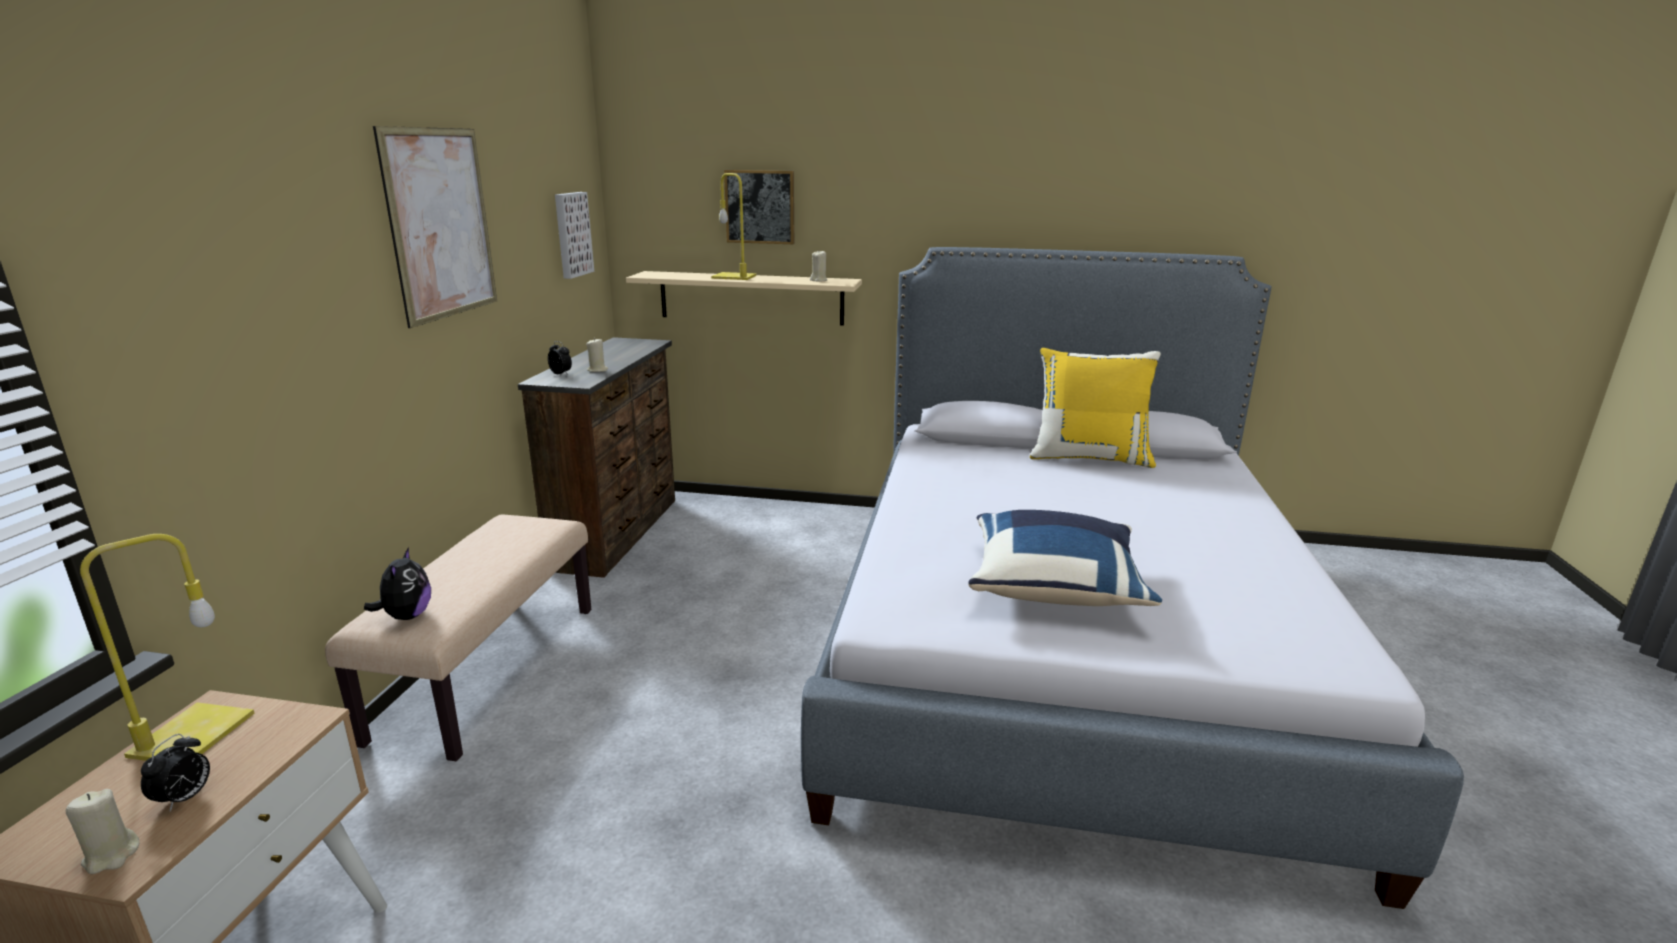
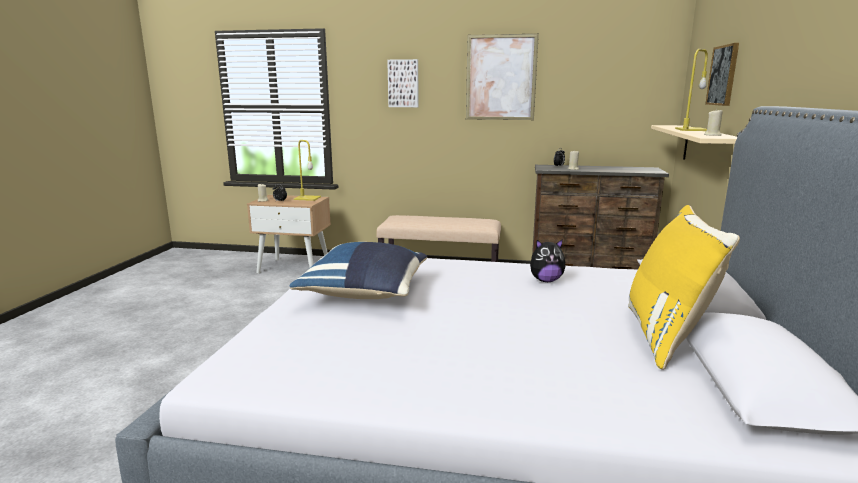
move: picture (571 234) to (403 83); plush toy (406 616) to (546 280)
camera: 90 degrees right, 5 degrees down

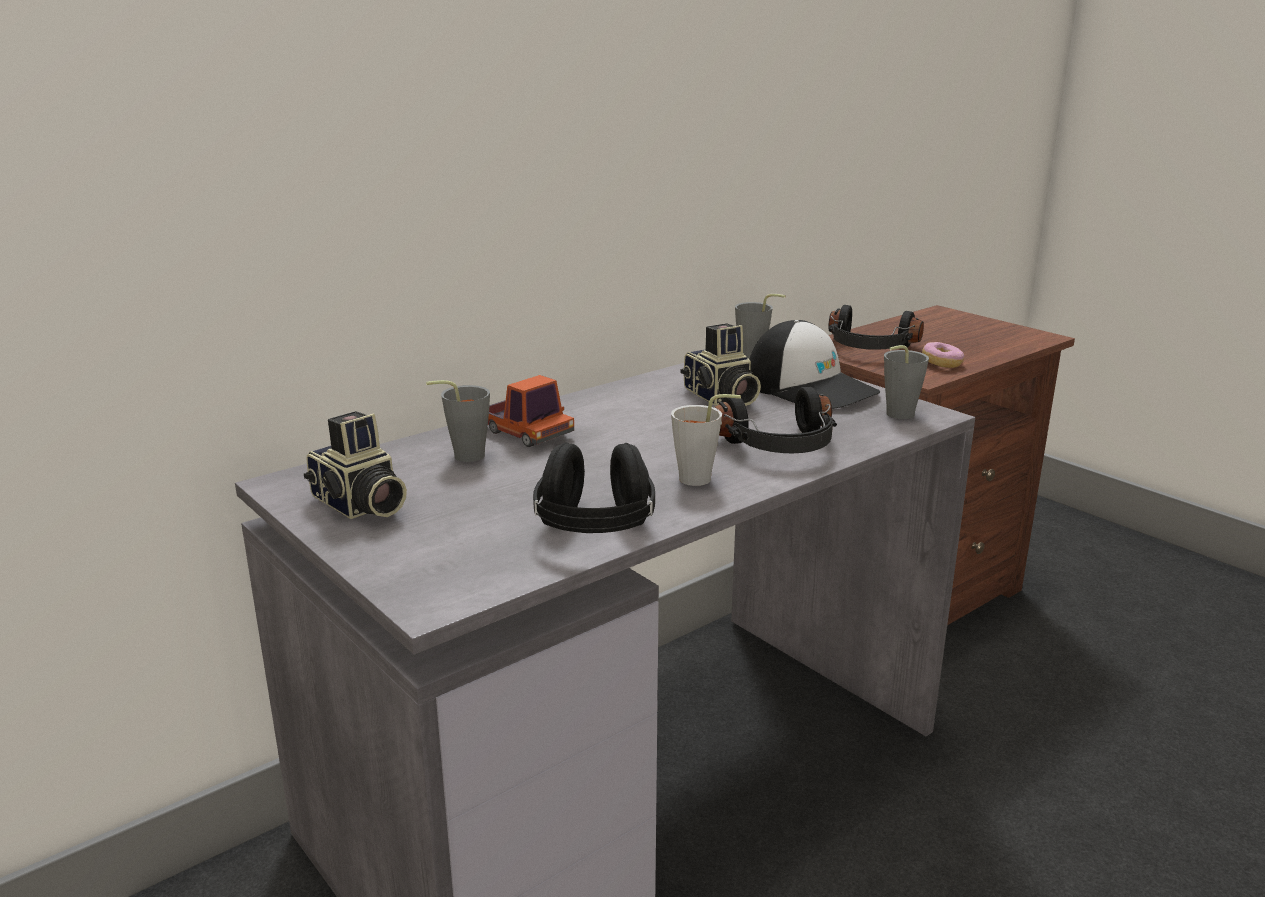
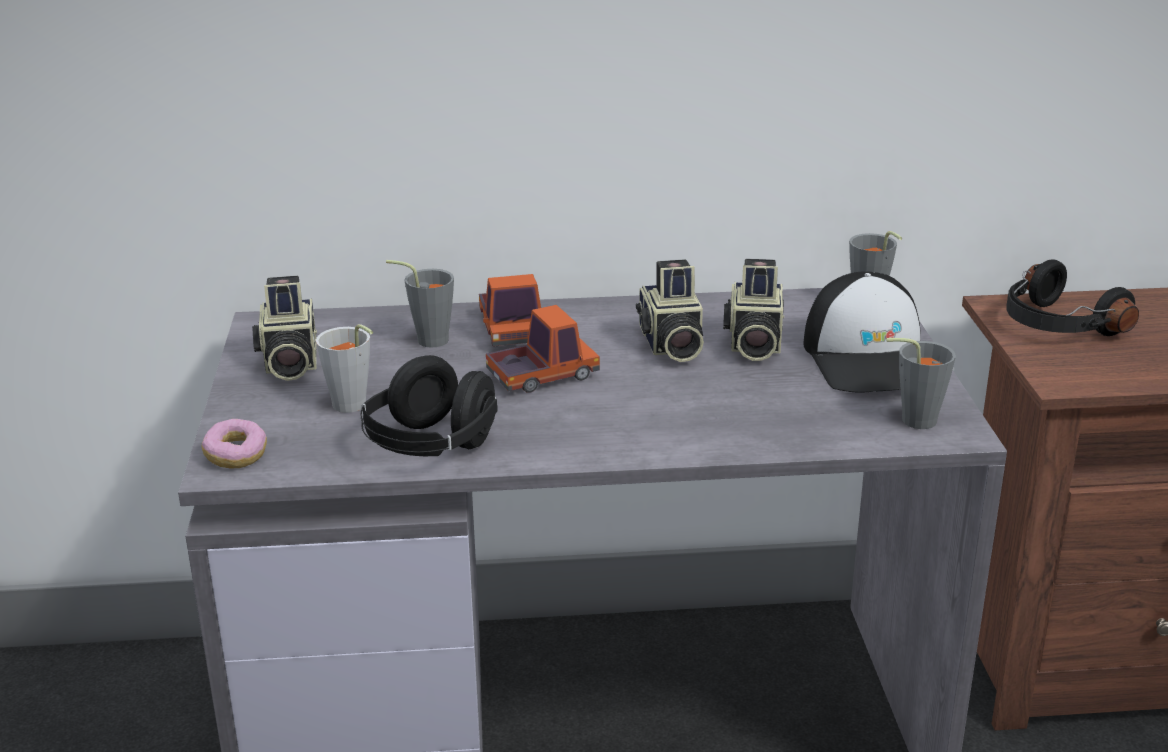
delete: black headphones (780 447)
insert: photo camera (670 345); toy truck (543 376)
move: donut (942 364) to (236 456); grey cup (702 480) to (353 407)
camera: 35 degrees right, 5 degrees up

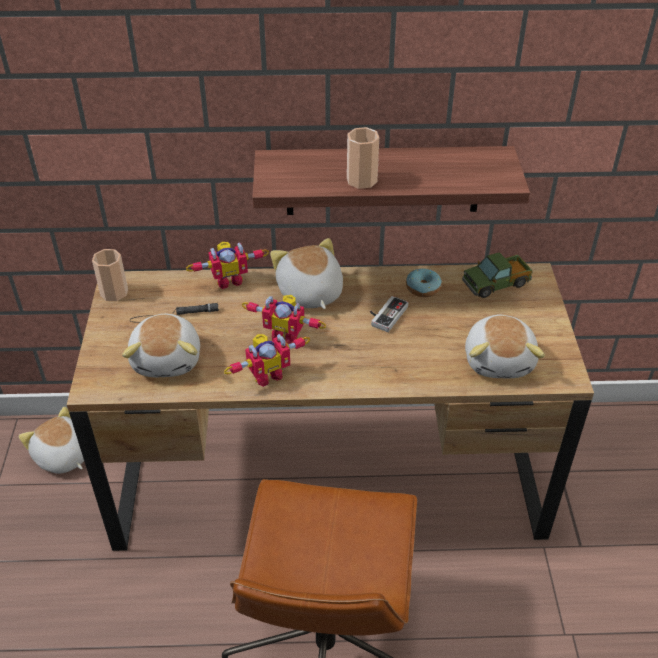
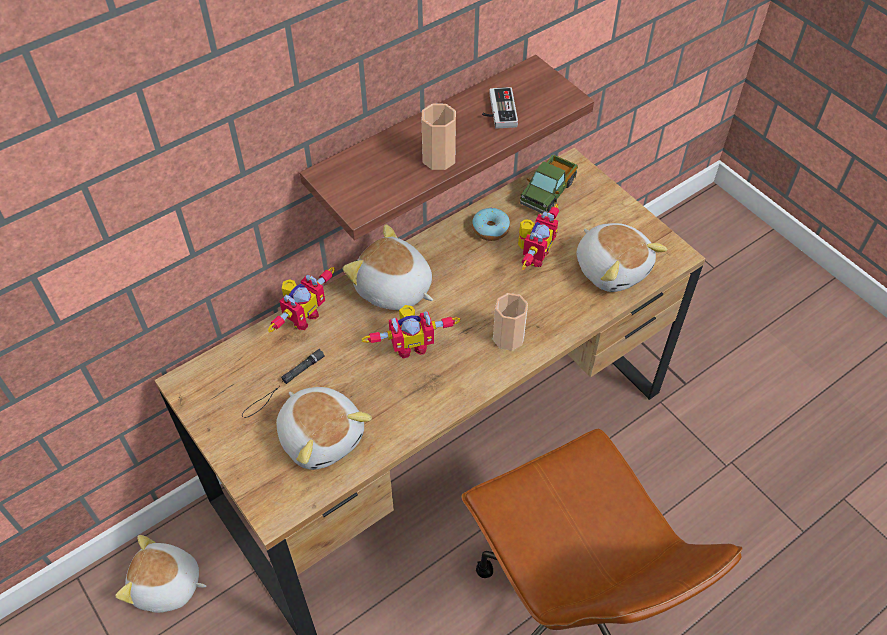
move: cup (114 293) to (508 337); game controller (385 314) to (497 111); toy robot (267 374) to (533 255)
camera: 35 degrees left, 10 degrees up

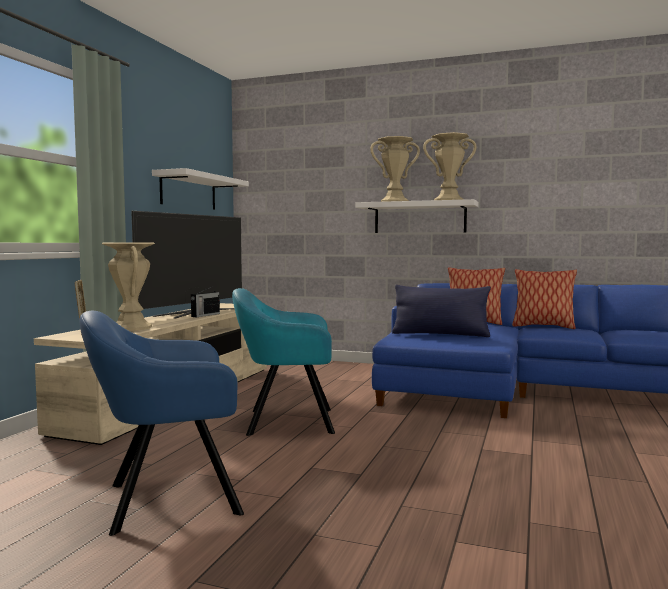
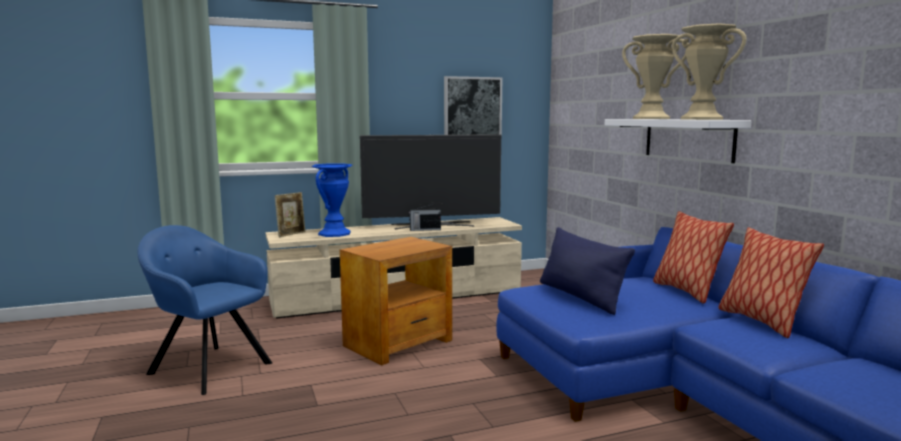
replace: white shelf (188 191) to picture (472 108); turquoise armchair (286 421) to brown side table (399 343)
recolor: beige vase (131 328) to blue vase (334 233)
camera: 50 degrees right, 5 degrees up

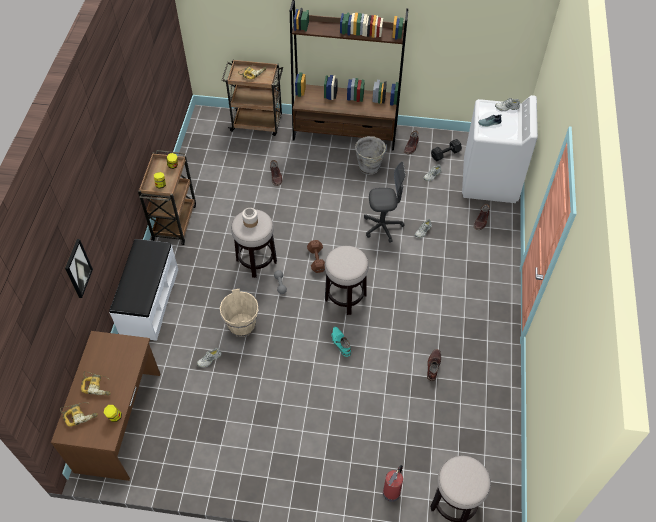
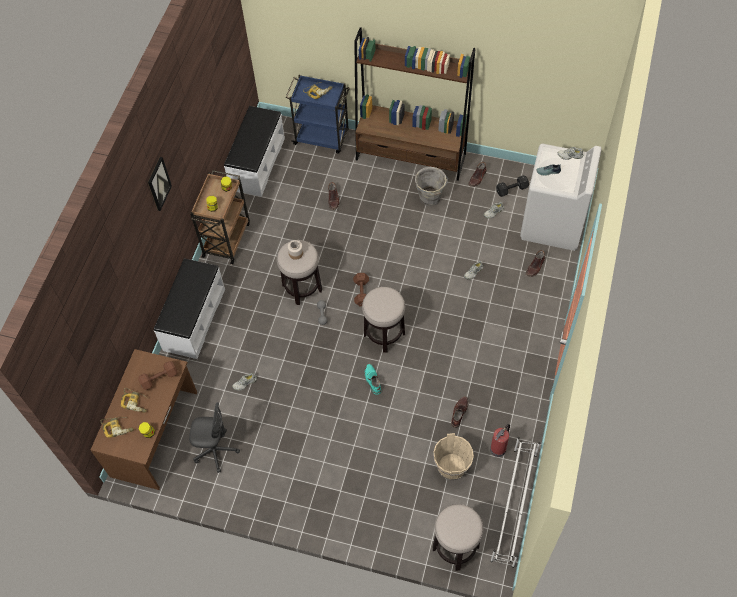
insert: white bench (257 164); brown dumbbell (158 378); white shoe rack (513 507)
move: grey office chair (382 226) to (216 450); picture (77 268) to (158 183); beige bucket (242 325) to (452 467); fire extinguisher (392 492) to (498 448)
recolor: brown cart (257 123) to blue cart (322 137)
camera: 10 degrees right, 5 degrees up

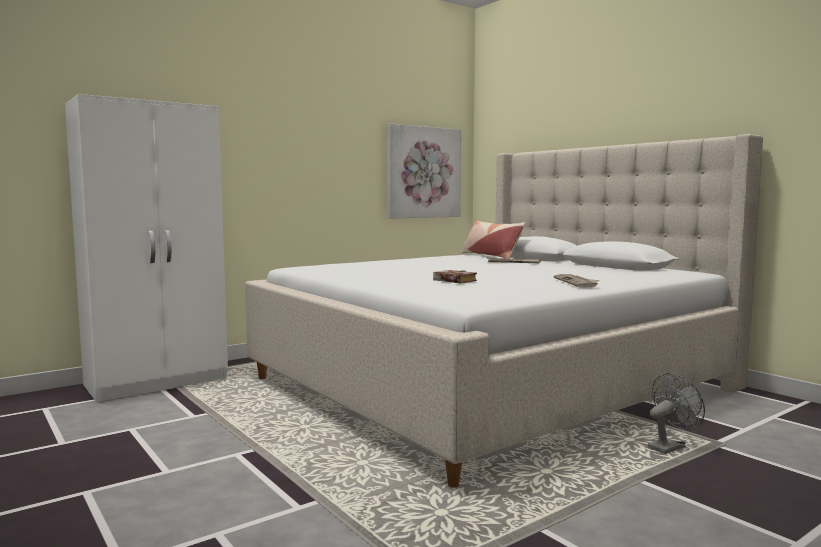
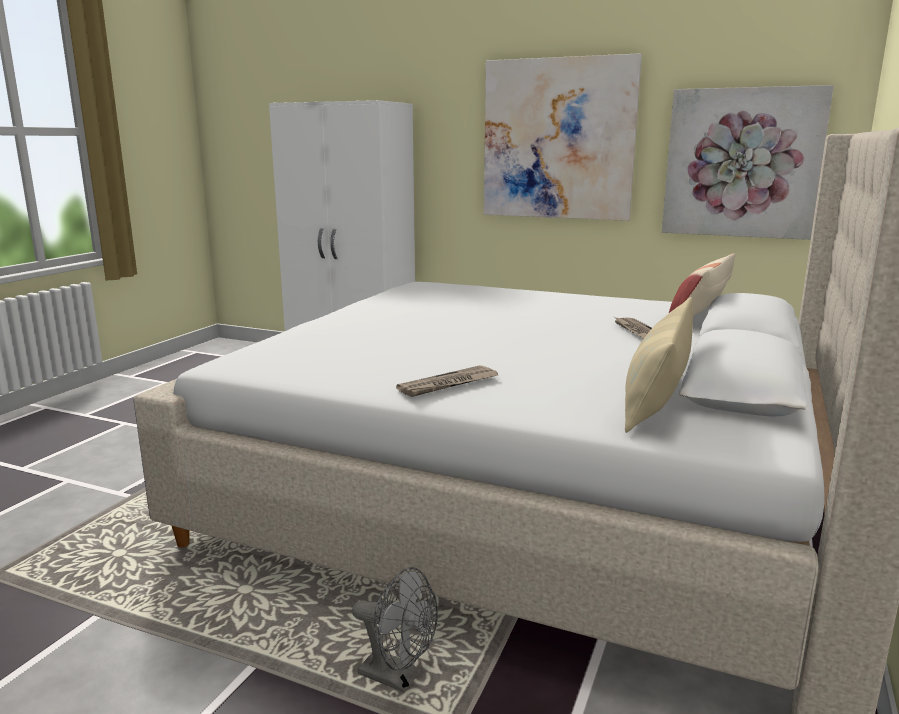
delete: book (452 281)
insert: picture (558 139); beige pillow (655 400)
camera: 60 degrees right, 10 degrees up

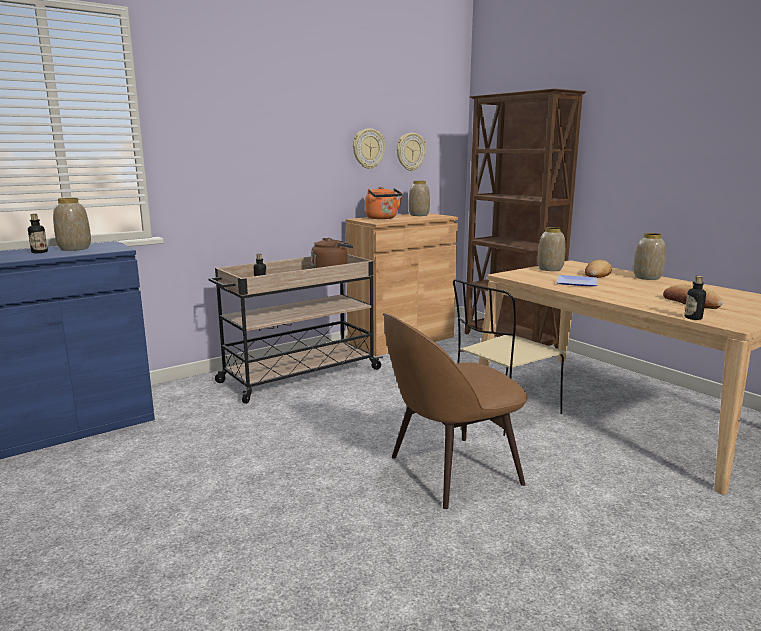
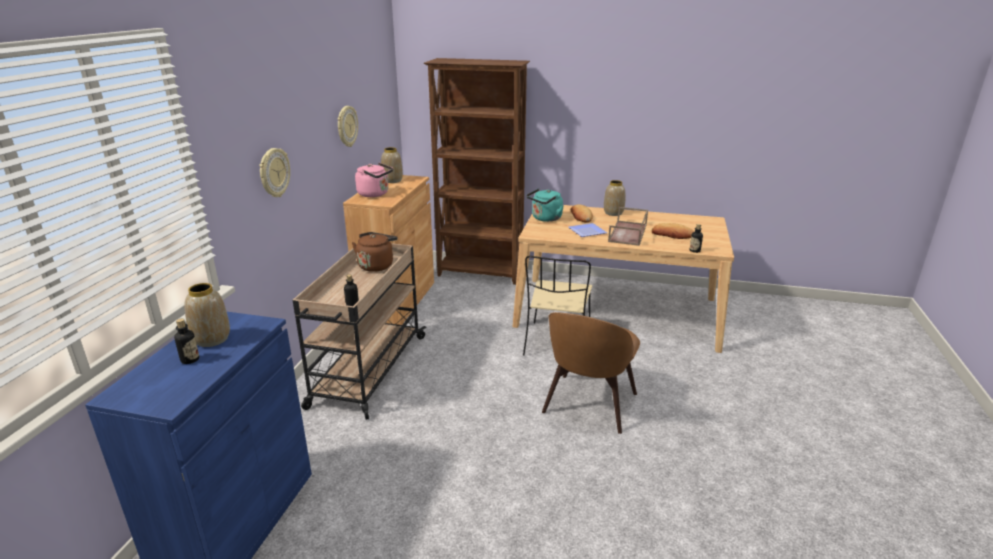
insert: brown tray (628 233)
move: wall clock (410 152) to (274 173)
replace: vase (549 269) to turquoise kettle (545 219)
recolor: orange kettle (382 218) to pink kettle (375 194)
camera: 40 degrees left, 10 degrees up

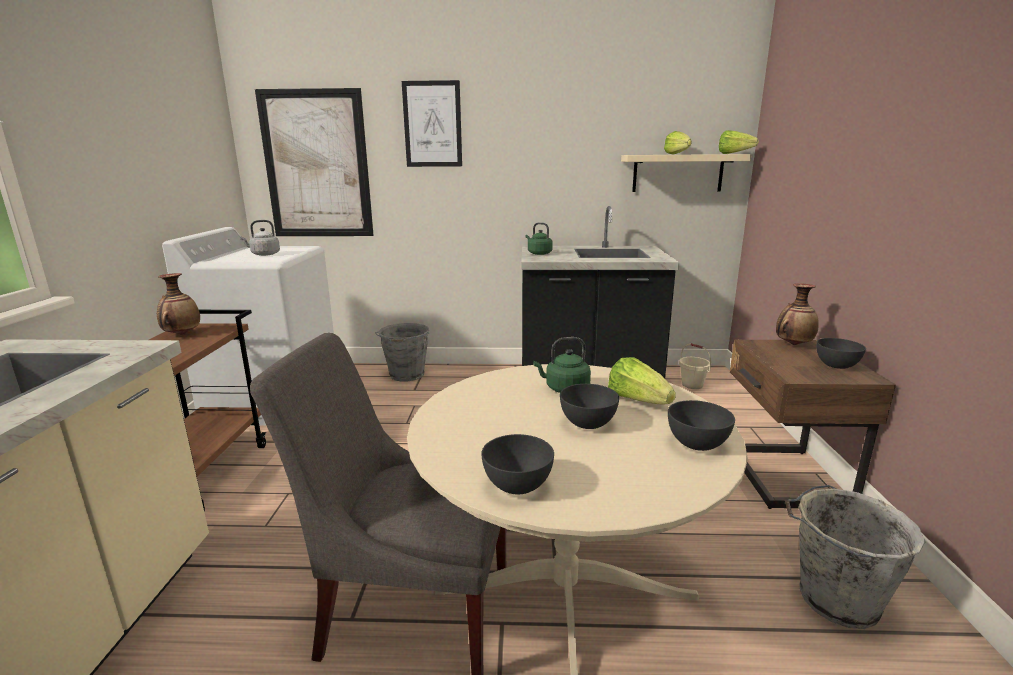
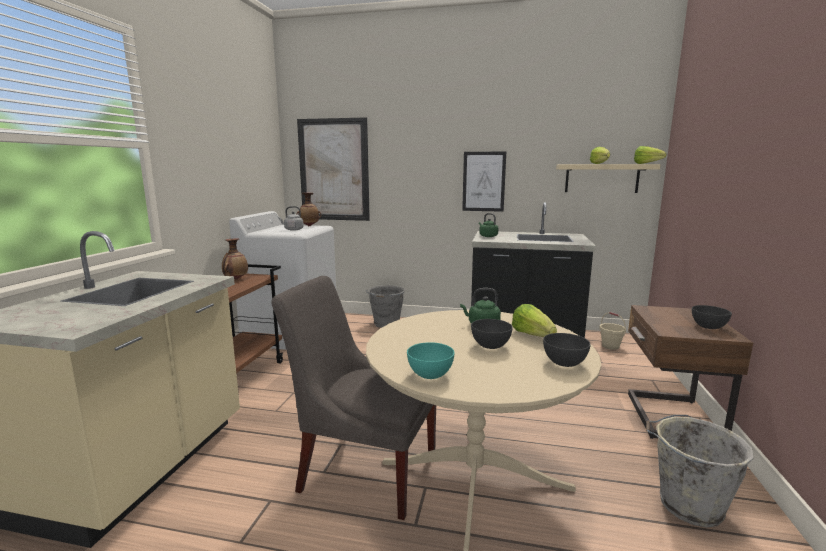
move: picture (432 124) to (483 181); vase (793 344) to (309 226)
recolor: grey bowl (517 485) to turquoise bowl (430 374)
camera: 10 degrees right, 5 degrees down

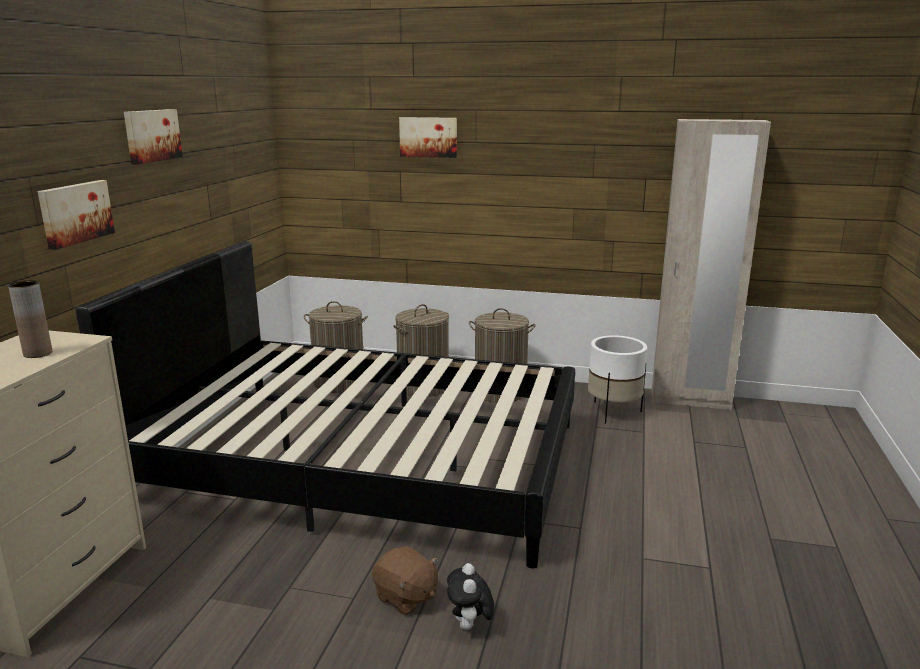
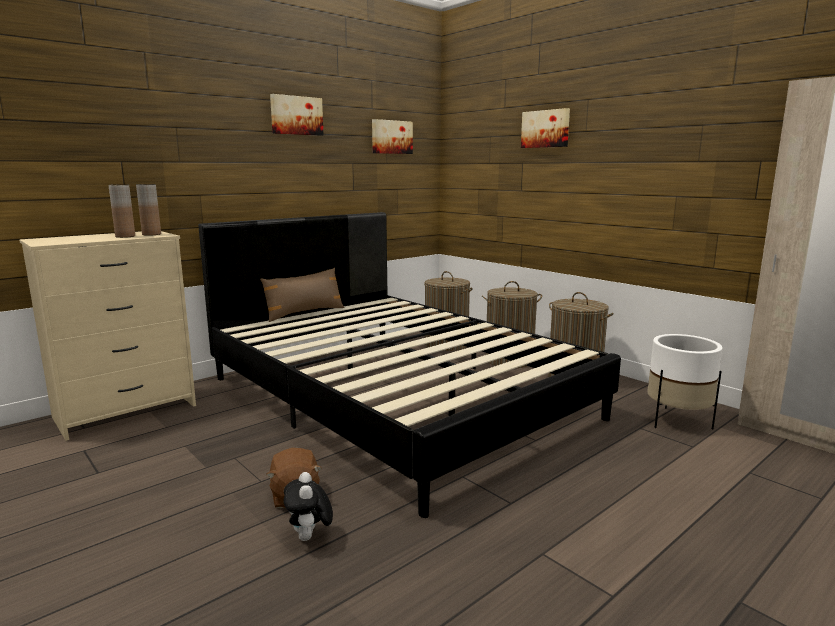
insert: brown vase (151 234); brown pillow (304 313)
move: picture (75 213) to (391 137)
rotate: plush toy (470 626) = (309 537) 45 degrees counterclockwise
camera: 35 degrees right, 5 degrees down

